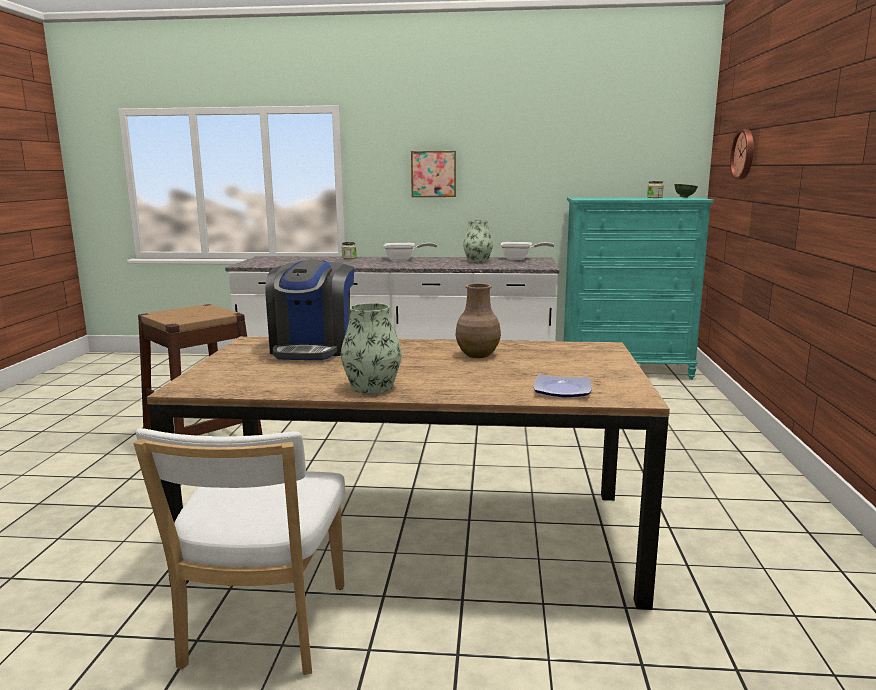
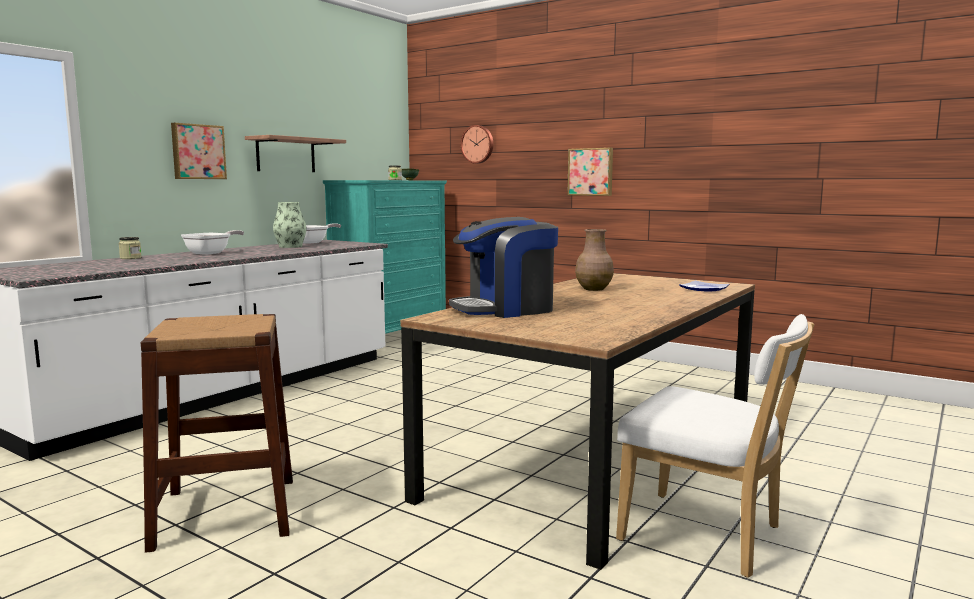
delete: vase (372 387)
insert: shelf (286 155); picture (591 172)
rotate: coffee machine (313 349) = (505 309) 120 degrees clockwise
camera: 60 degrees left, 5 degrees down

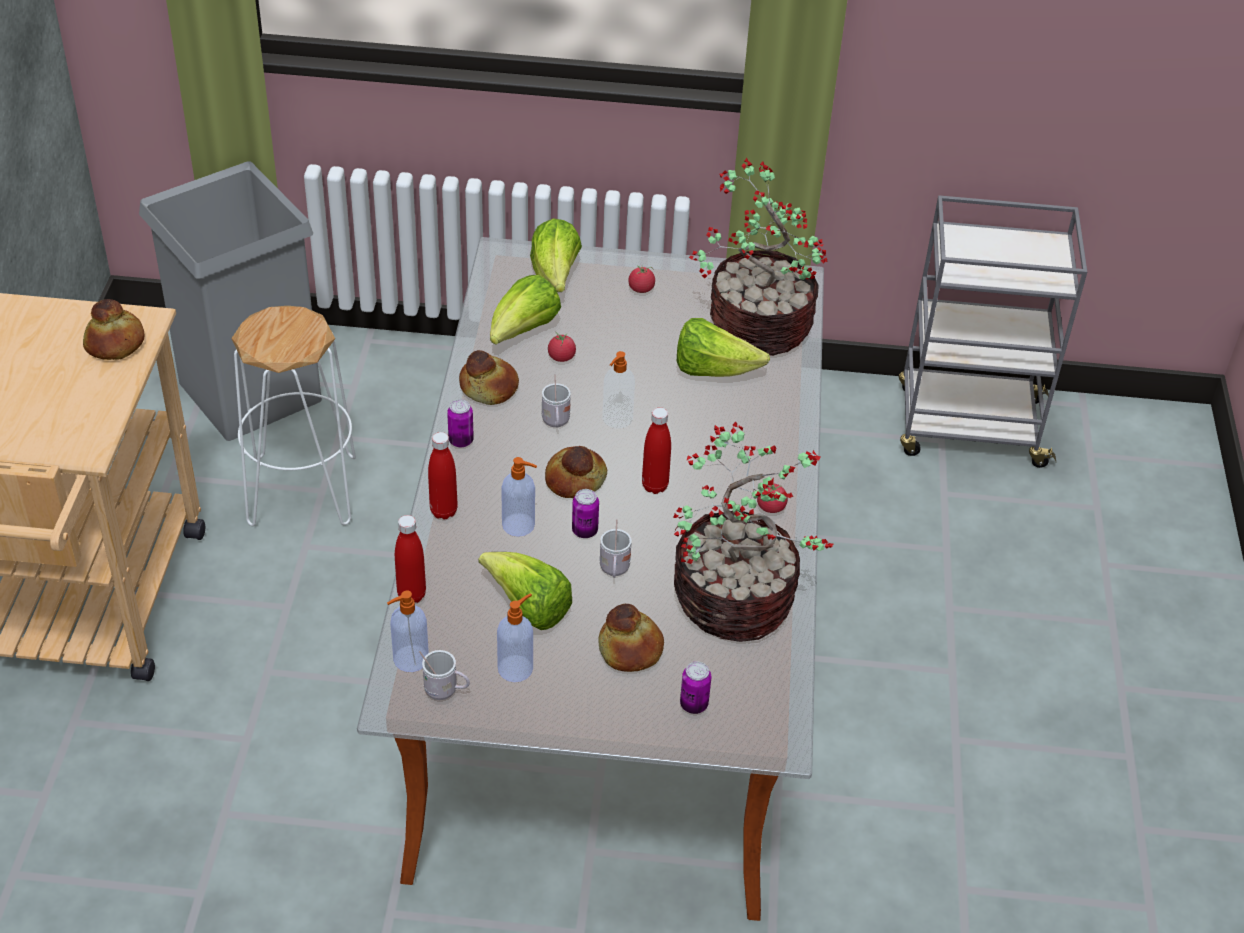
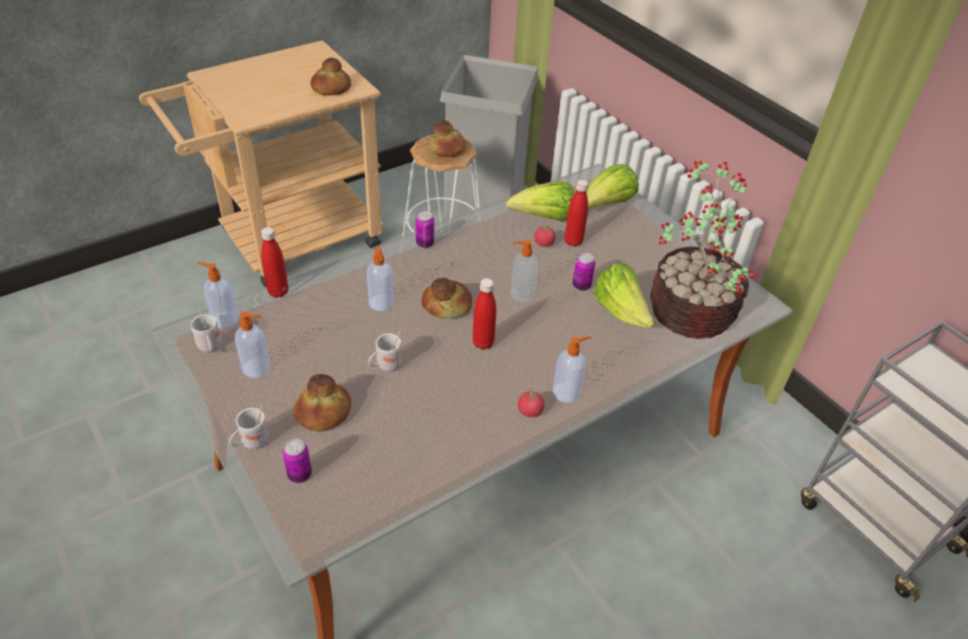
delete: tomato (641 289); potted plant (737 600); lettuce (528 608)
insert: soap dispenser (567 392)
move: bread (489 387) to (448 149); white mug (556 423) to (251 443); red bottle (443 511) to (573 241); can (584 531) to (581 285)
camera: 50 degrees right, 0 degrees up

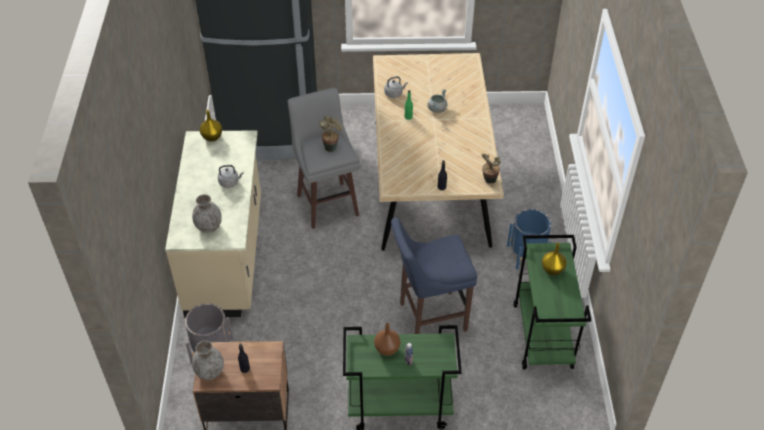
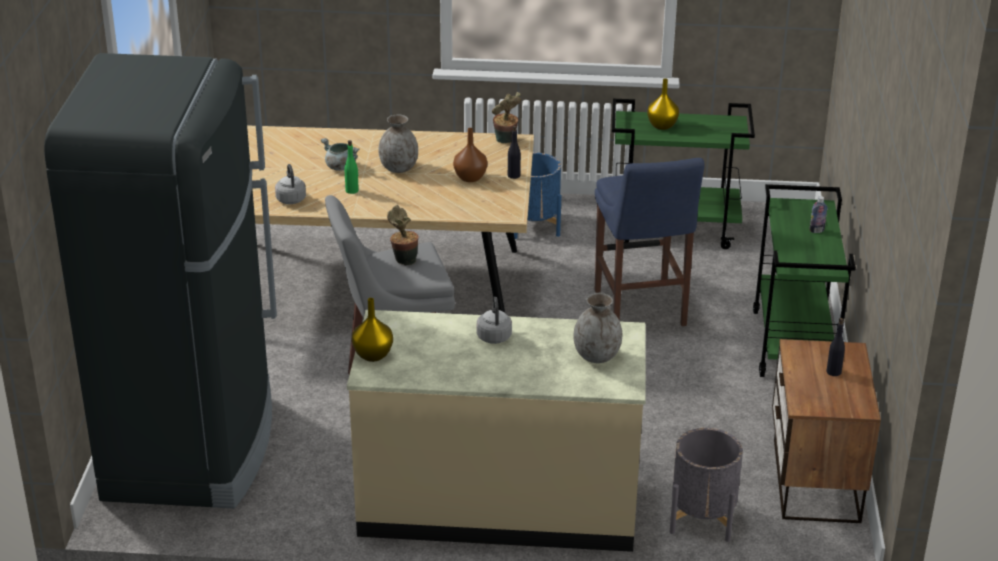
move: brown vase (386 349) to (470 178); grey vase (209 372) to (398 168)
camera: 85 degrees left, 15 degrees down

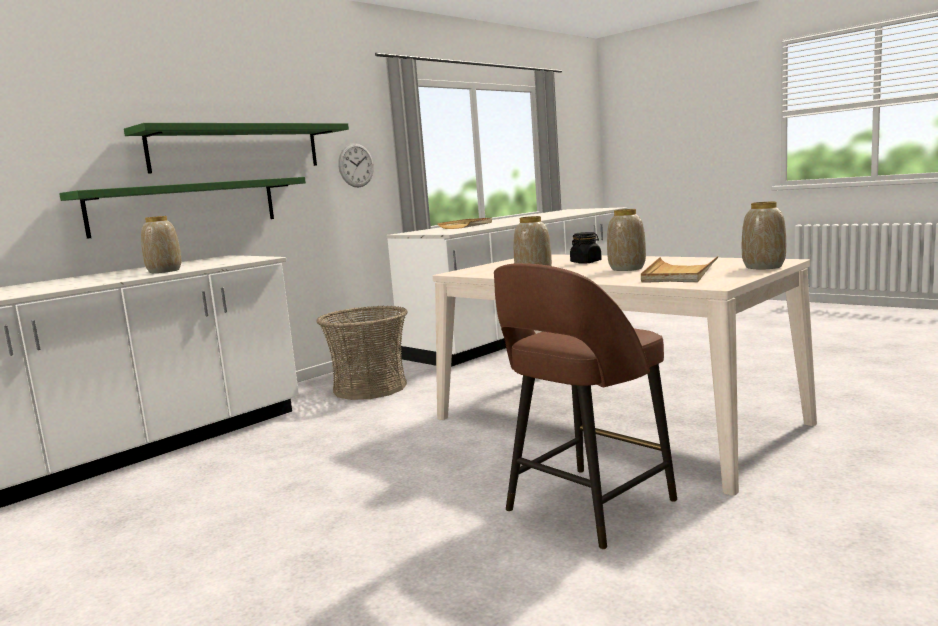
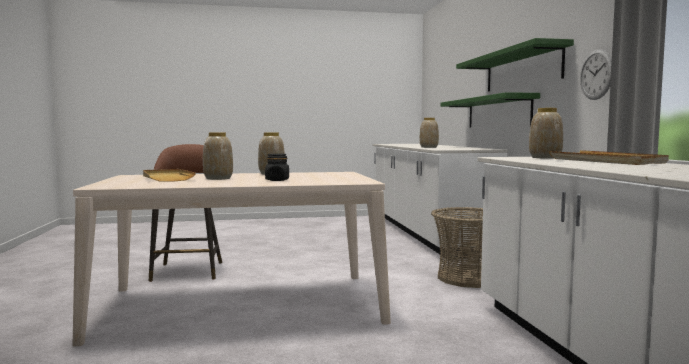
move: vase (764 267) to (544 158)
camera: 125 degrees right, 5 degrees down

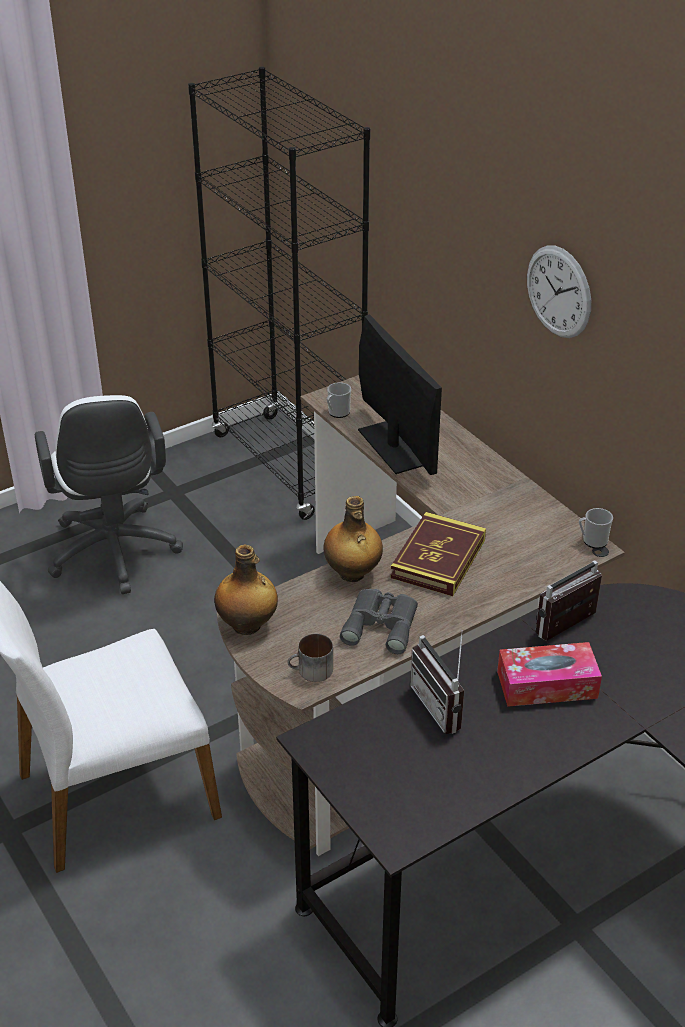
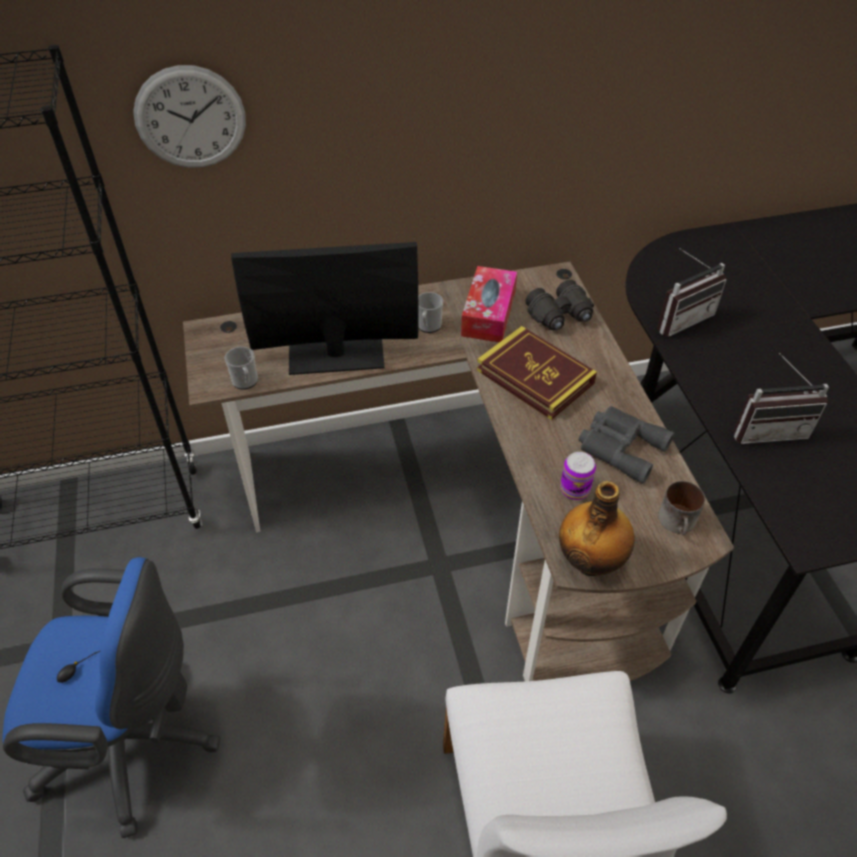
delete: bottle (352 574)
insert: black binoculars (560 316); can (574 489)
move: wall clock (558 292) to (190 118); mug (592 541) to (428 327); tissue box (547 685) to (488 313)
recolor: white office chair (114 555) to blue office chair (136 744)
rotate: radio (571 629) = (680 318) 105 degrees counterclockwise
camera: 70 degrees left, 10 degrees up

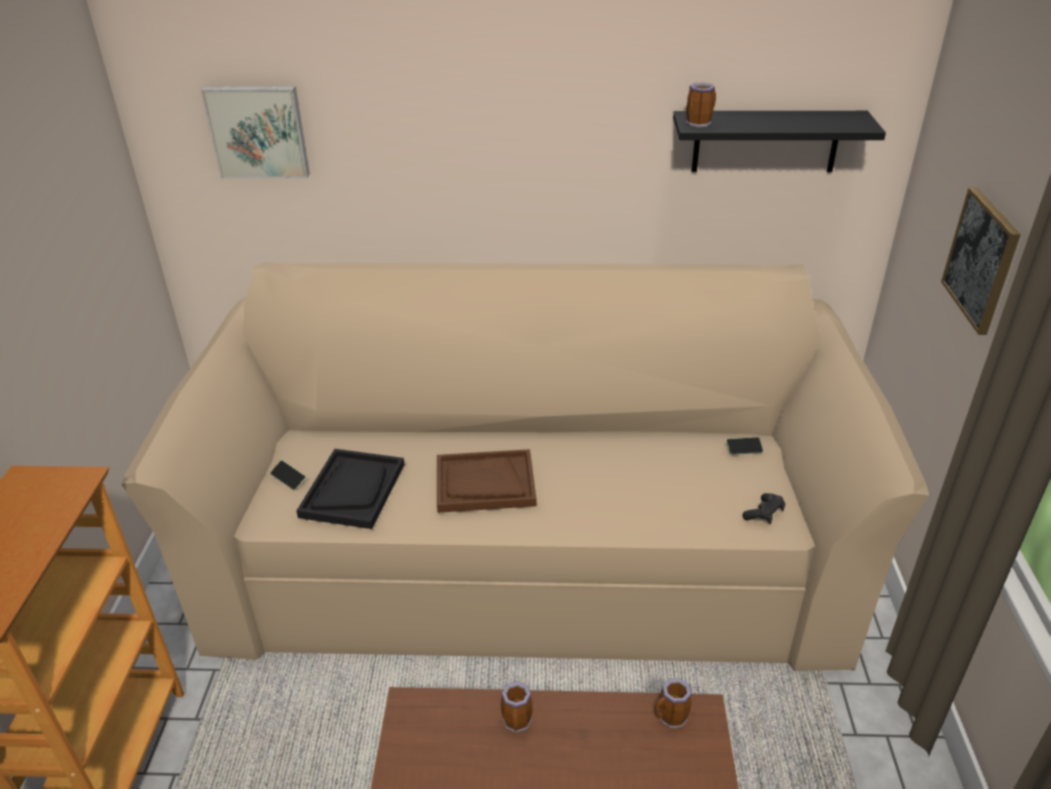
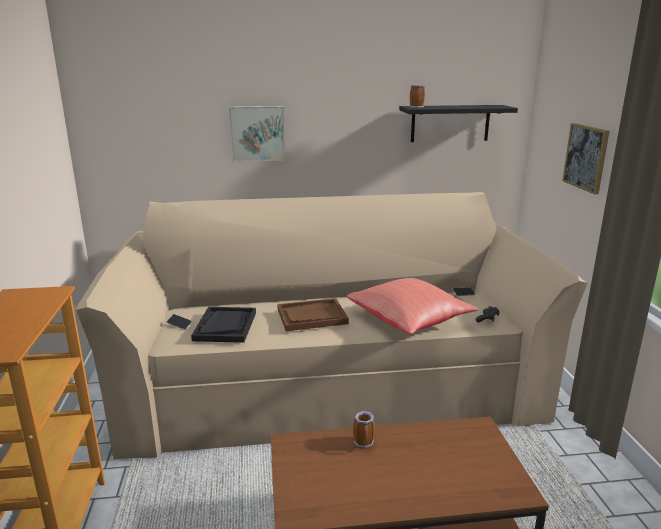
delete: mug (671 719)
insert: red pillow (410 321)
move: picture (258 131) to (257 133)
camera: 10 degrees left, 15 degrees down

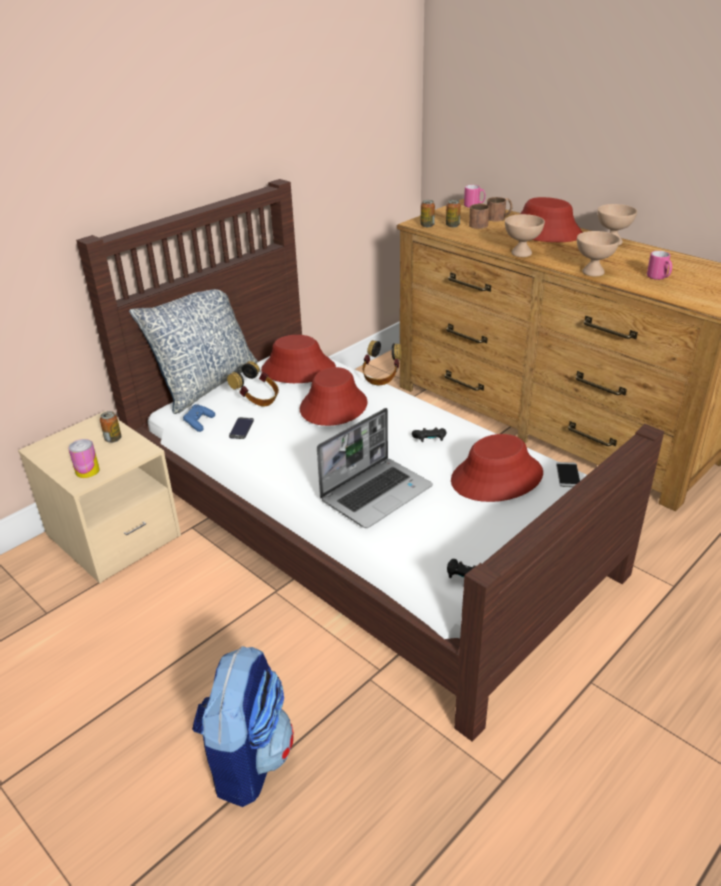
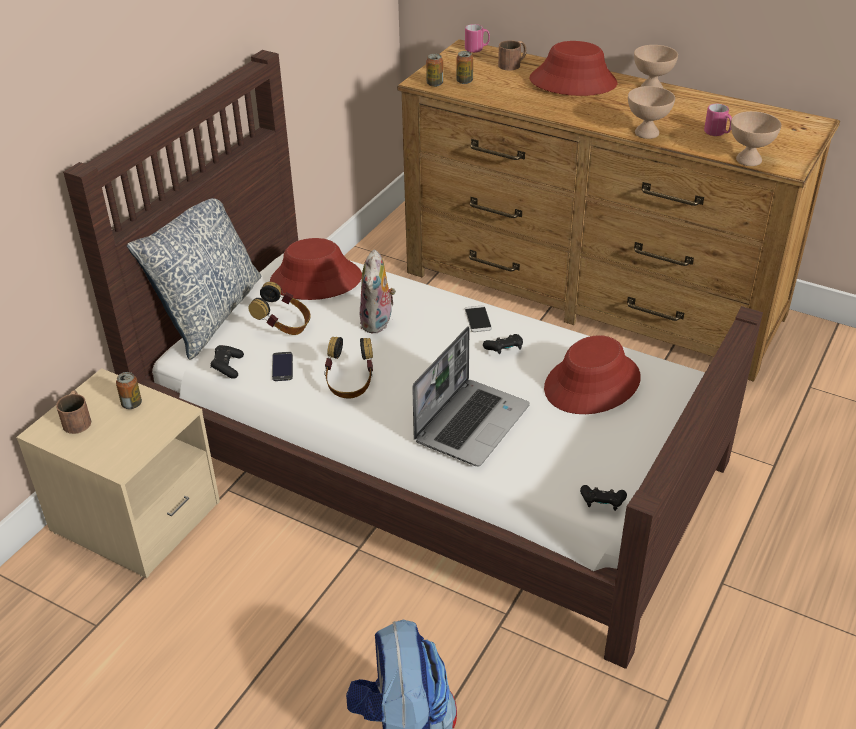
delete: can (87 471)
move: brown mug (478 223) to (77 419); beige bowl (522 253) to (749 160); headphones (381 377) to (350 384); phone (568 475) to (478 319)
replace: red hat (333 406) to plush toy (378 323)
recolor: blue game controller (199 423) to black game controller (227 367)
camera: 15 degrees left, 5 degrees up

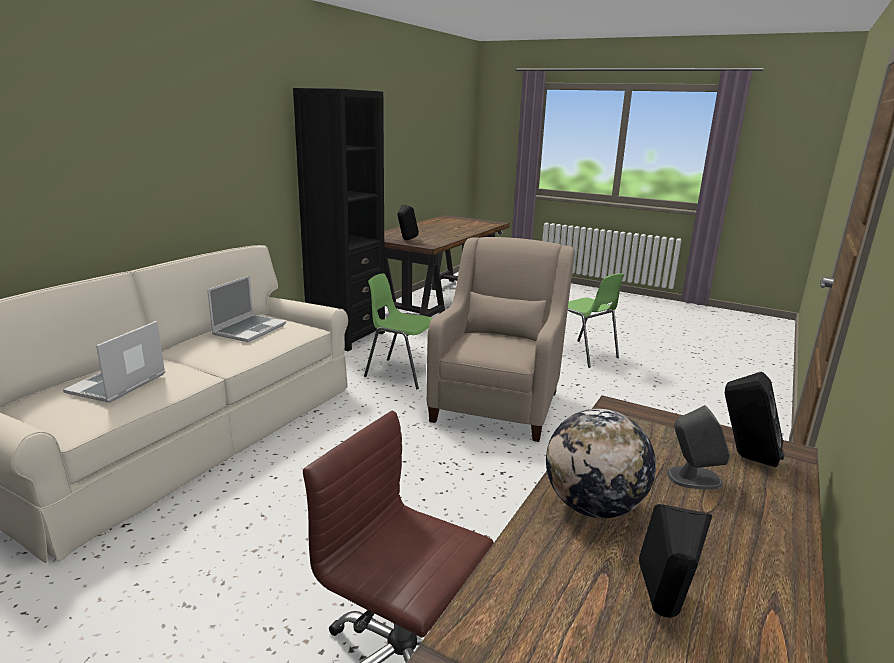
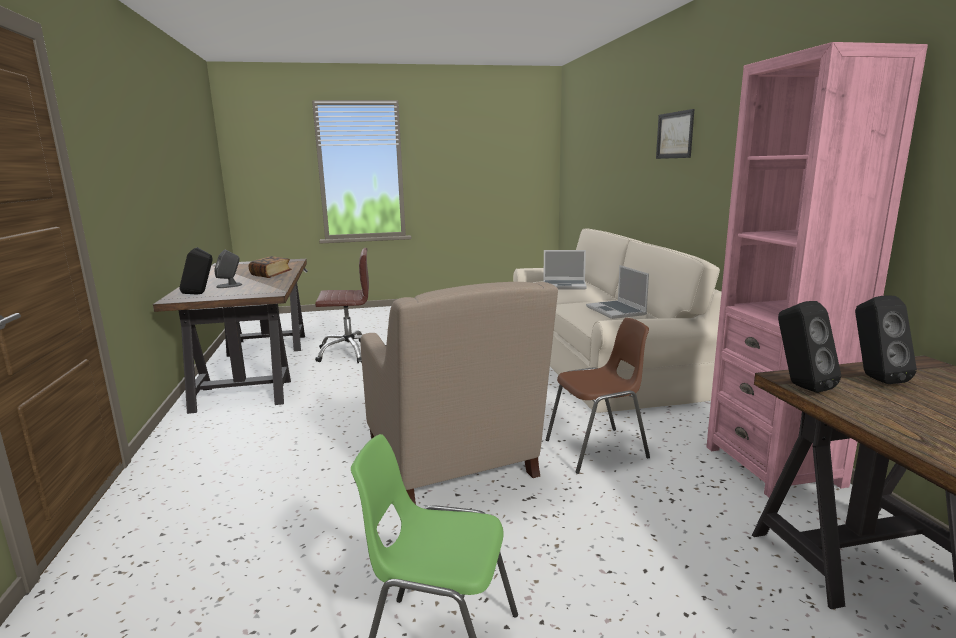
insert: picture (674 135)
move: black speaker (663 613) to (799 386)
replace: globe (593 507) to book (271 275)
recolor: black bookcase (346 336) to pink bookcase (773 465); green chair (401 373) to brown chair (597 449)
rotate: laptop (117 384) = (564 286) 120 degrees clockwise
camera: 140 degrees right, 5 degrees down

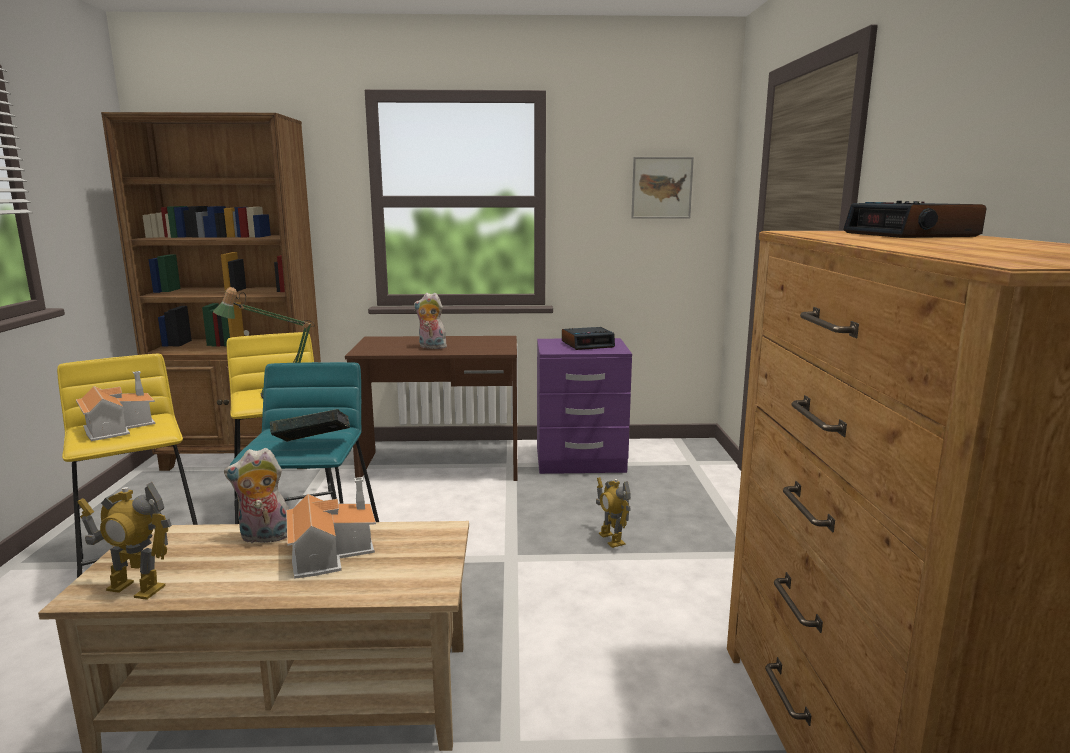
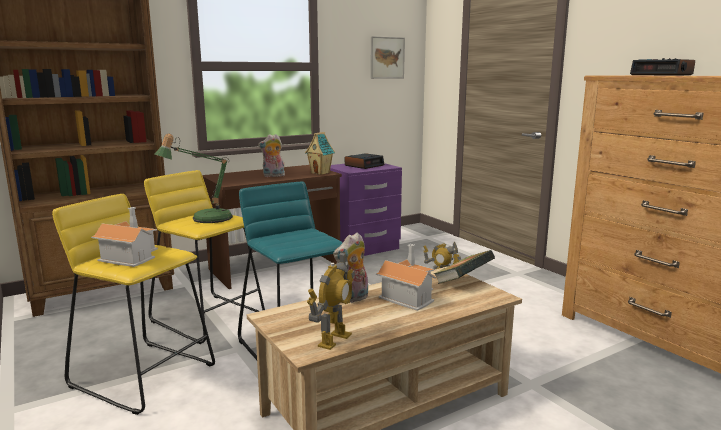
insert: toy house (321 173)
move: book (312 446) to (463 282)
rotate: toy robot (135 588) = (333 340) 45 degrees counterclockwise
camera: 30 degrees left, 0 degrees up

